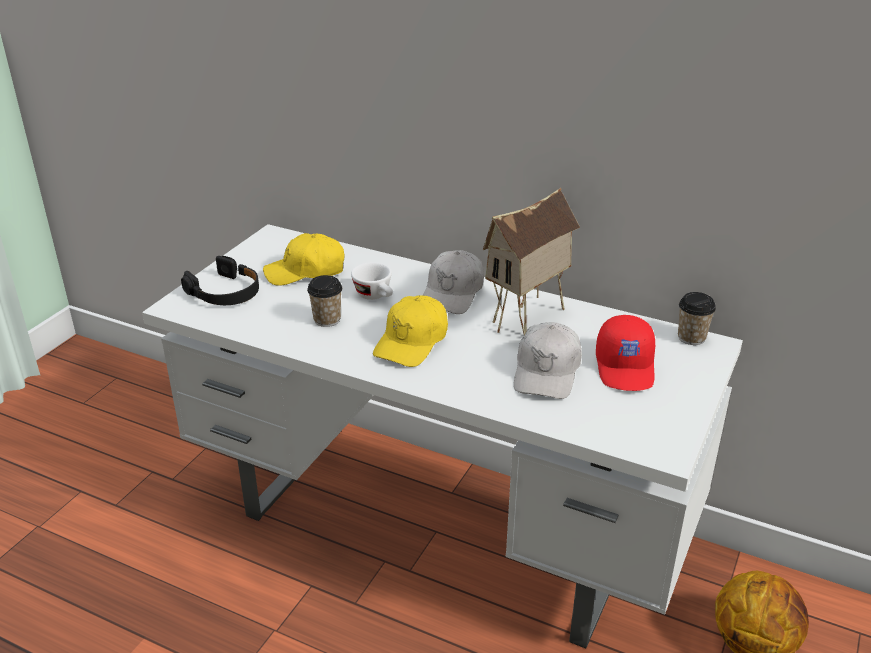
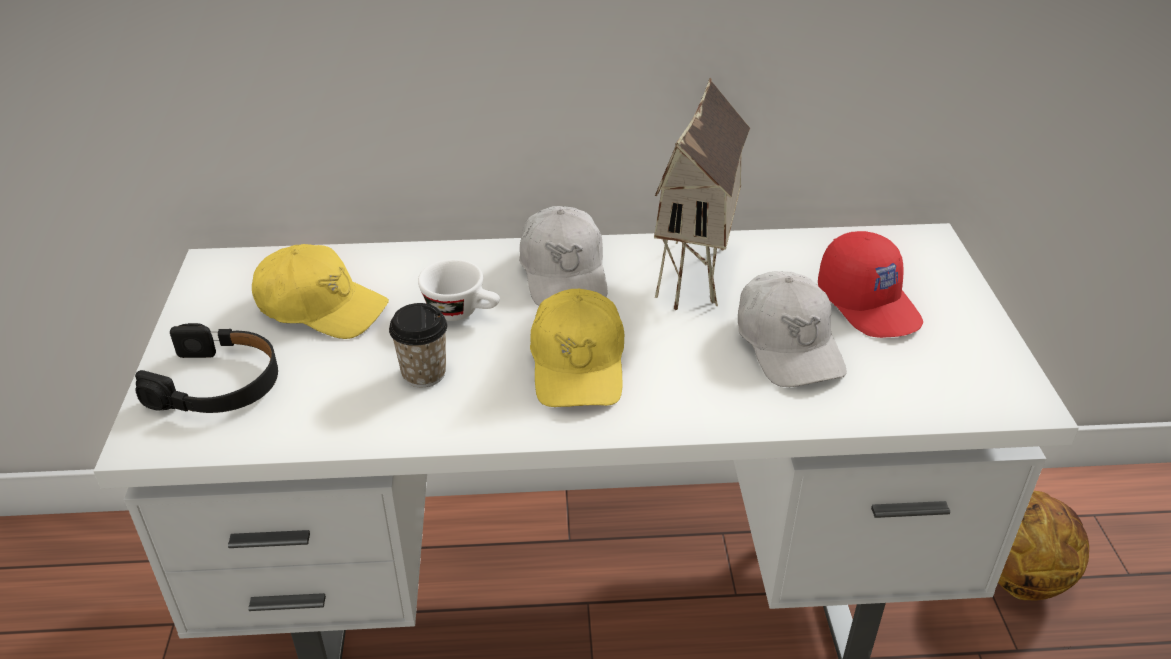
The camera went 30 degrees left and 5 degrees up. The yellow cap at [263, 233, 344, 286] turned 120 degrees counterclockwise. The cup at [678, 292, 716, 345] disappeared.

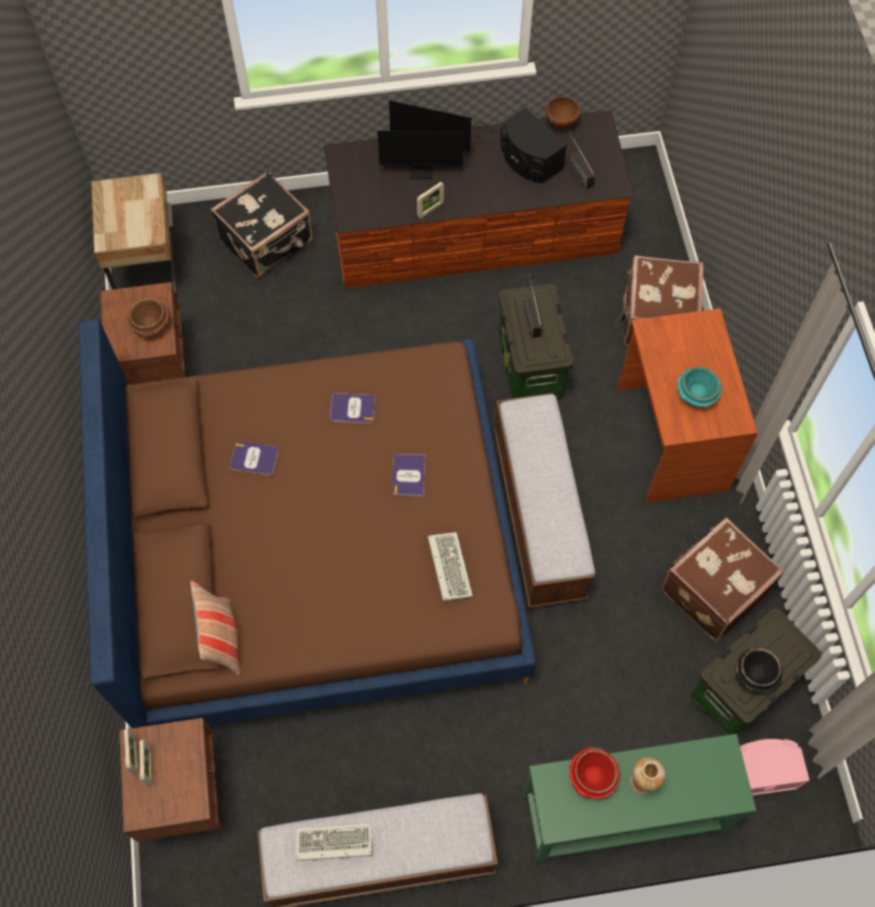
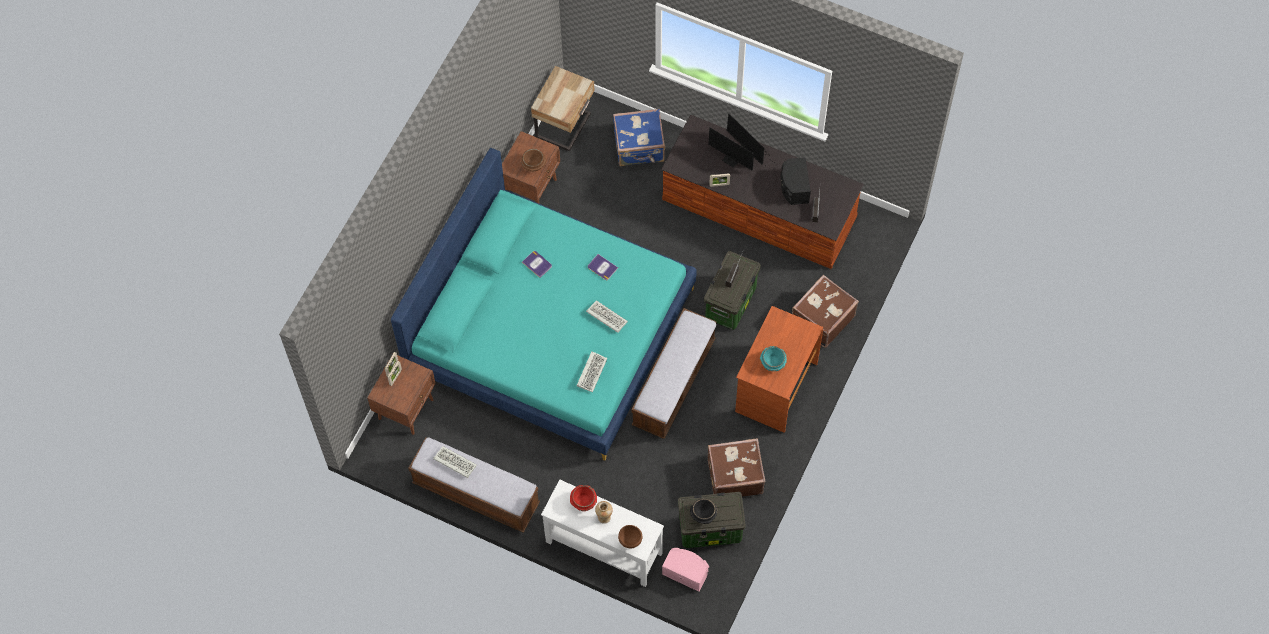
The camera went 35 degrees right and 0 degrees up. The brown bowl moved from [546, 97, 580, 129] to [618, 525, 642, 548]. The black suitcase at [211, 171, 313, 278] became the blue suitcase at [613, 109, 665, 166]. The brown bed at [78, 318, 536, 728] became the turquoise bed at [391, 148, 697, 461]. The book at [392, 454, 425, 496] was replaced by the keyboard at [586, 300, 628, 333]. The pillow at [190, 580, 240, 676] disappeared. The green console table at [522, 734, 756, 865] became the white console table at [541, 479, 664, 587].

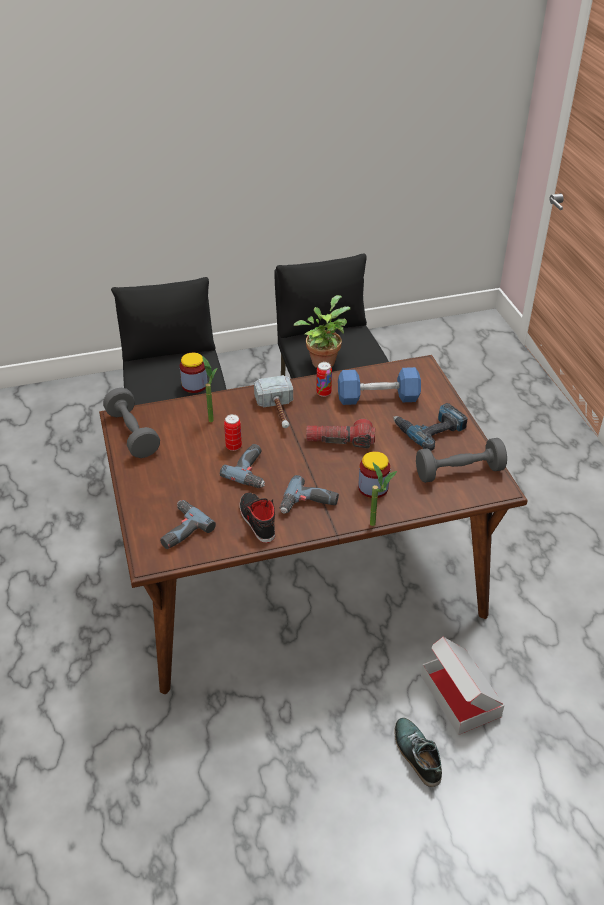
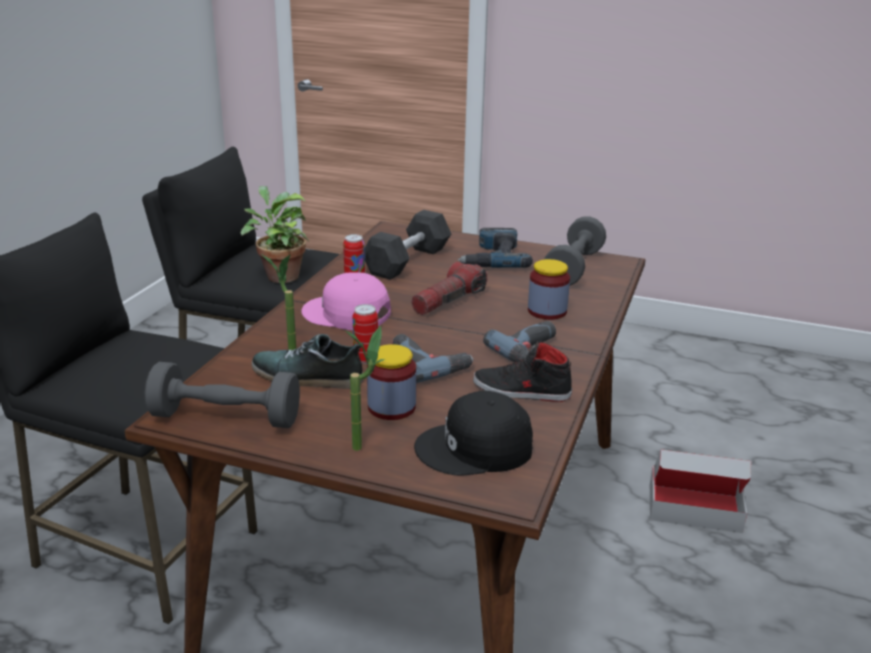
The camera went 55 degrees left and 15 degrees down. The jar moved from [180, 353, 208, 393] to [367, 344, 416, 420]. The blue dumbbell at [338, 367, 421, 405] became the black dumbbell at [365, 210, 451, 280]. The hammer at [254, 375, 293, 428] was replaced by the pink cap at [301, 272, 391, 330]. The potted plant moved from [370, 463, 397, 526] to [345, 326, 385, 451]. The power drill at [160, 500, 216, 549] was replaced by the black cap at [414, 391, 533, 476]. The shoe moved from [395, 718, 442, 787] to [252, 334, 364, 389].

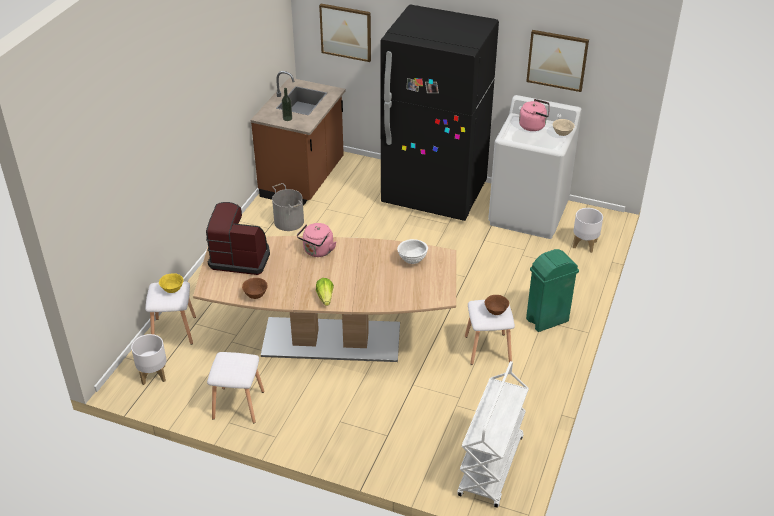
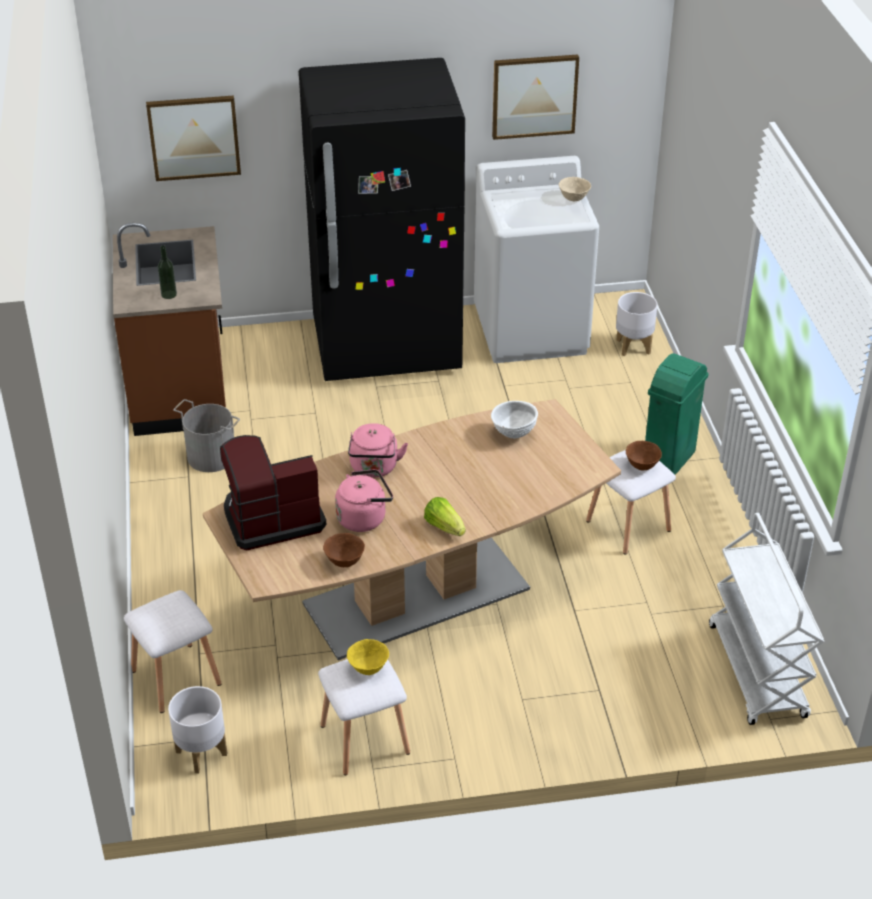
The camera went 30 degrees left and 0 degrees up. The pink kettle moved from [519, 99, 550, 131] to [335, 469, 393, 532]. The yellow bowl moved from [159, 274, 184, 293] to [347, 639, 389, 675].

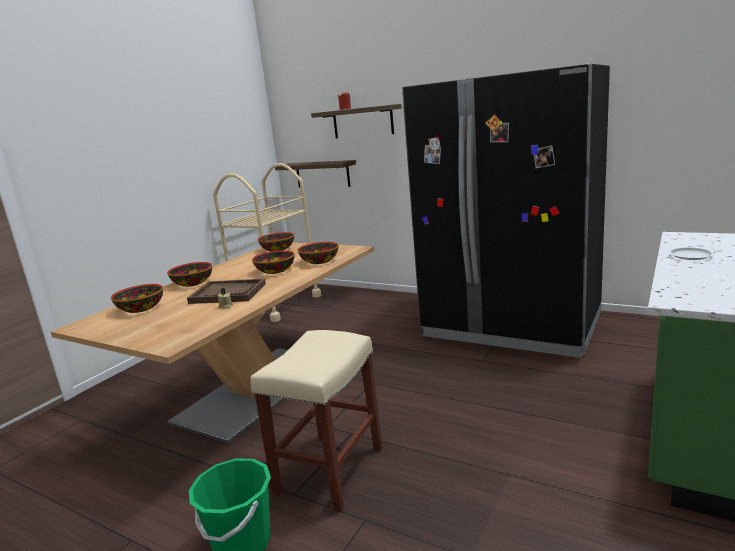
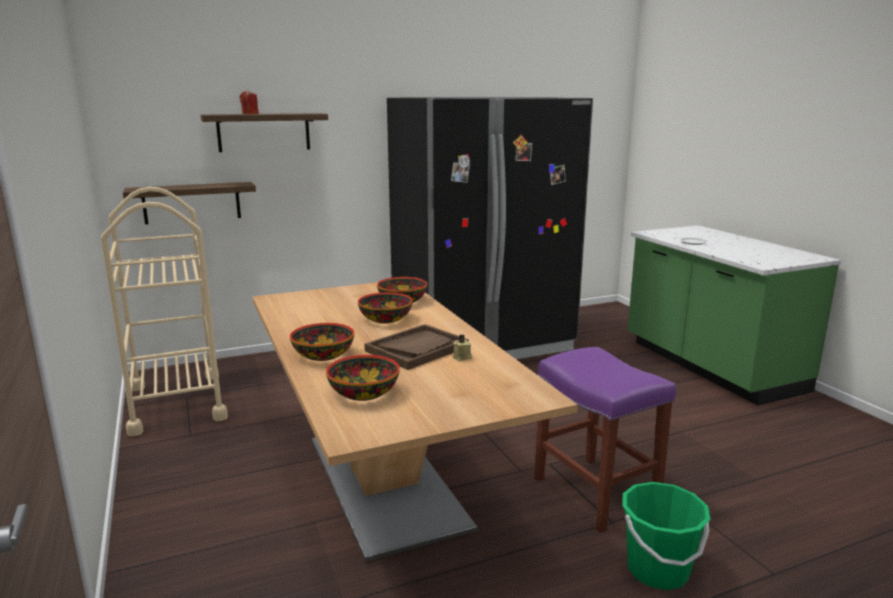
The camera went 55 degrees left and 0 degrees up. The bowl at [258, 232, 294, 252] disappeared. The beige stool at [250, 330, 383, 512] became the purple stool at [534, 347, 676, 533].

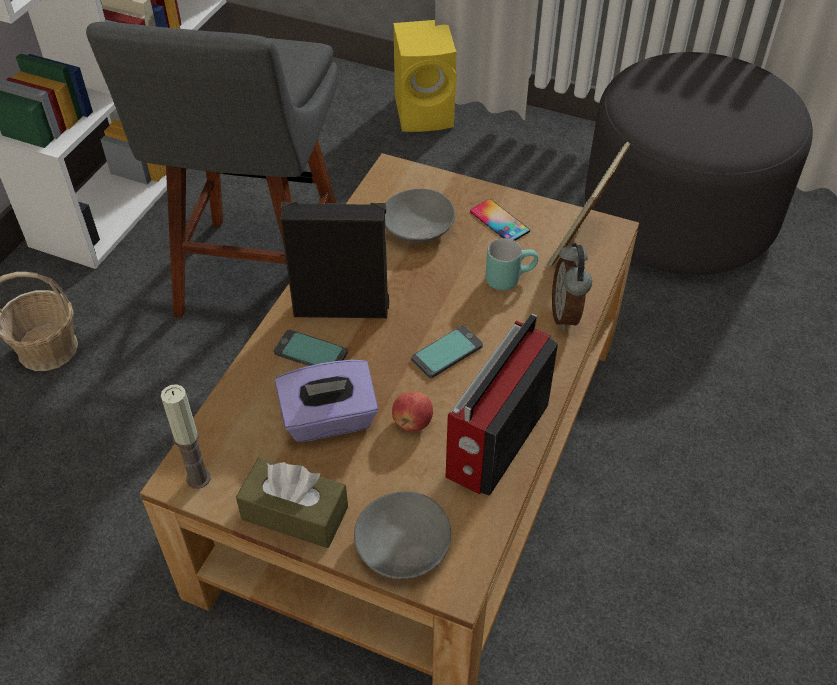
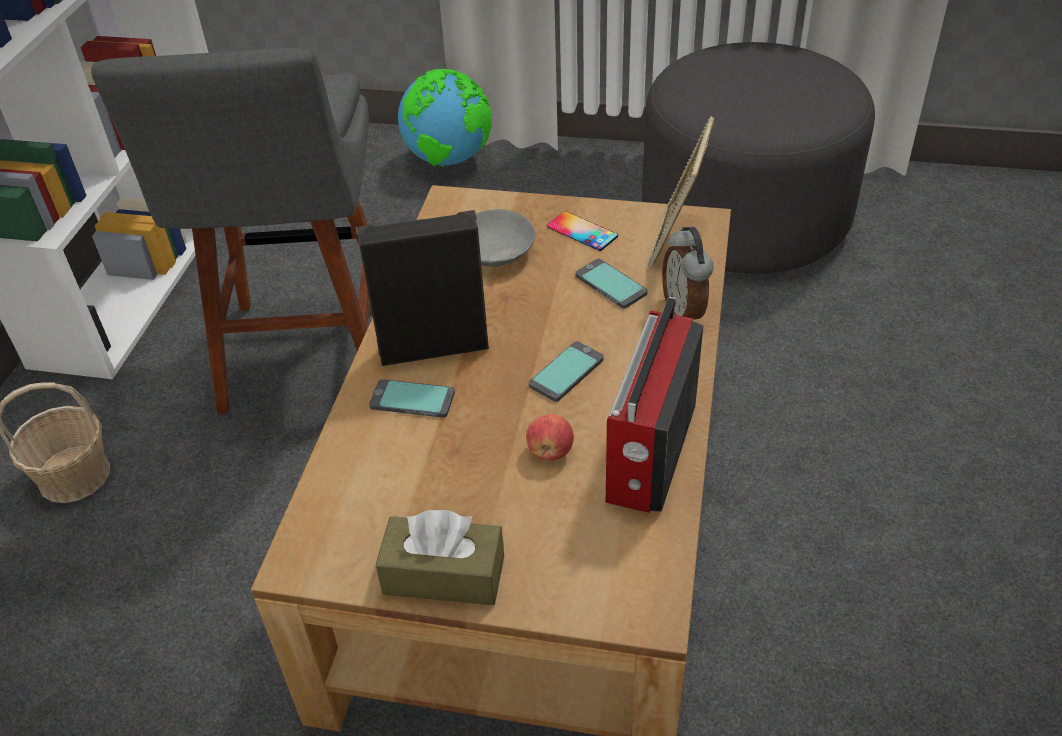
The camera went 10 degrees left and 5 degrees down. The yellow speaker at [393, 20, 457, 132] was replaced by the globe at [398, 69, 492, 167]. The turquoise mug at [486, 238, 538, 290] was replaced by the phone at [575, 259, 648, 309]. The purple tissue box at [275, 360, 378, 442] disappeared. The candle at [161, 384, 211, 489] disappeared. The grey bowl at [354, 491, 451, 579] disappeared.

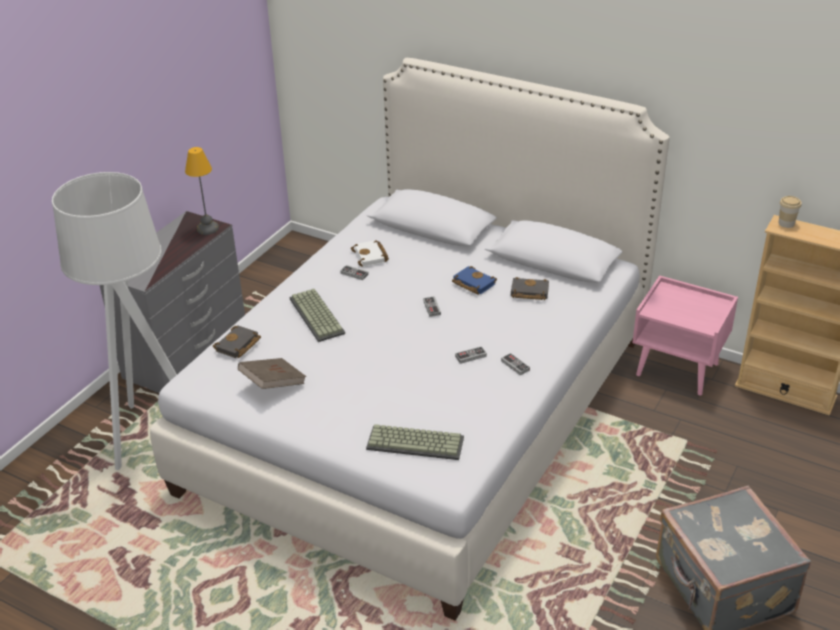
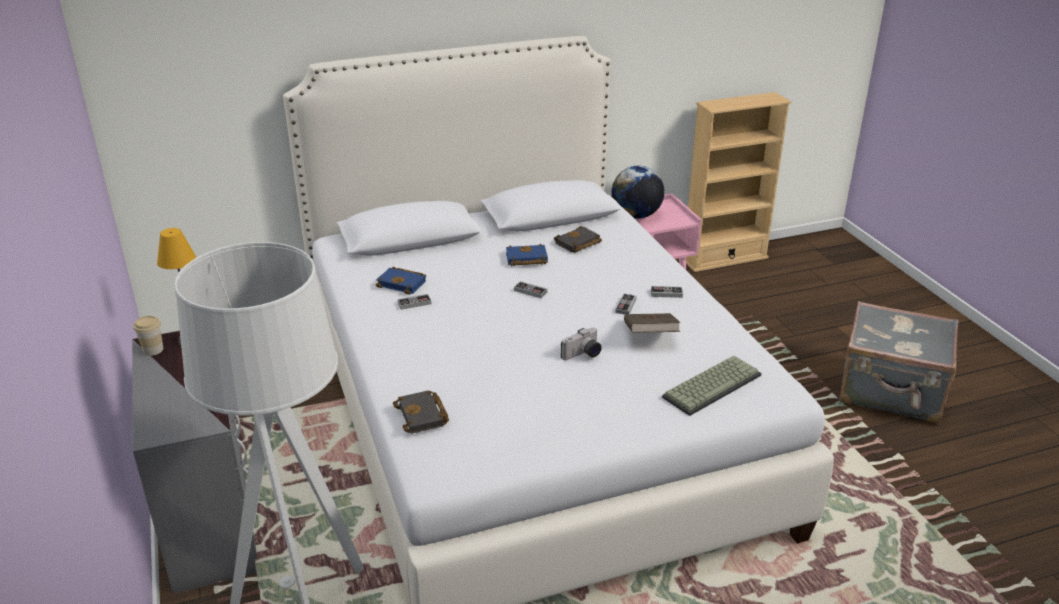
The camera went 50 degrees left and 5 degrees down. The cup moved from [778, 196, 802, 228] to [133, 316, 163, 356]. The white book at [351, 240, 389, 267] became the blue book at [376, 267, 426, 295]. The keyboard at [289, 289, 345, 342] disappeared. The brown book moved from [238, 358, 306, 389] to [624, 313, 680, 333]. The globe at [612, 166, 664, 219] appeared. The photo camera at [561, 328, 602, 360] appeared.

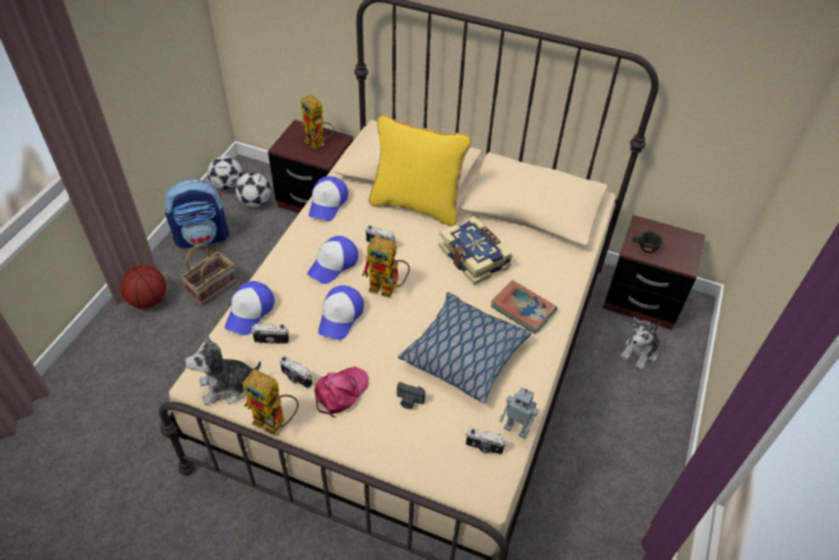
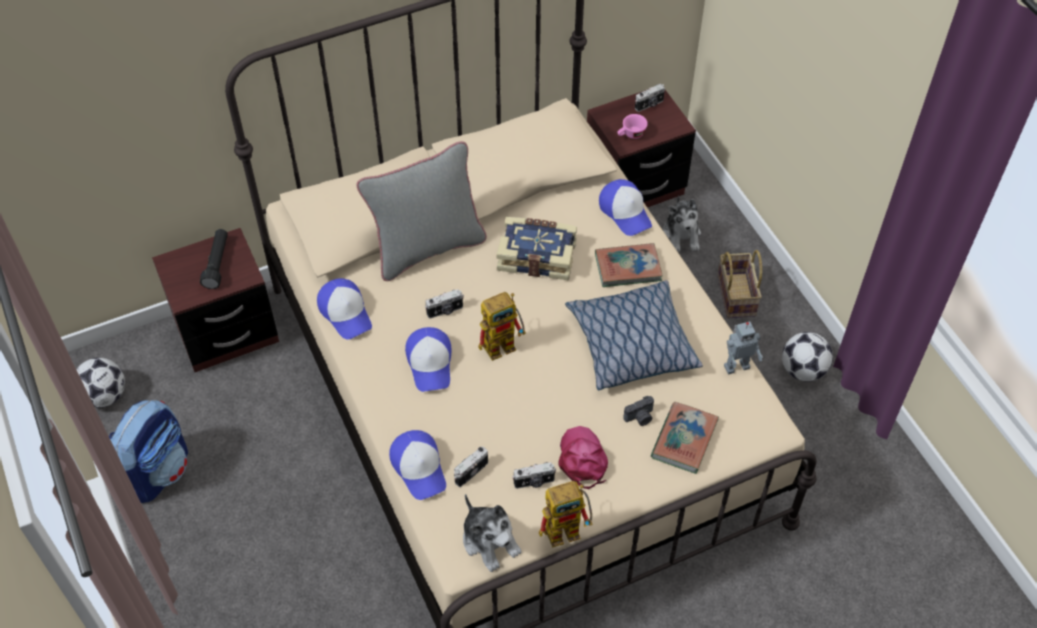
The camera went 45 degrees left and 5 degrees up. The toy robot at [301, 95, 334, 149] was replaced by the black flashlight at [200, 229, 228, 289]. The yellow pillow at [369, 114, 472, 226] became the grey pillow at [356, 141, 487, 281]. The football moved from [235, 172, 271, 207] to [782, 332, 833, 382]. The black cup at [632, 232, 662, 253] became the pink cup at [617, 114, 648, 139]. The basket moved from [181, 244, 237, 306] to [717, 250, 762, 318]. The basketball at [120, 265, 166, 309] disappeared. The cap moved from [318, 285, 364, 340] to [599, 179, 652, 236]. The plush toy at [185, 334, 261, 405] turned 60 degrees counterclockwise. The photo camera moved from [466, 428, 506, 455] to [635, 84, 665, 112]. The book at [651, 402, 719, 474] appeared.

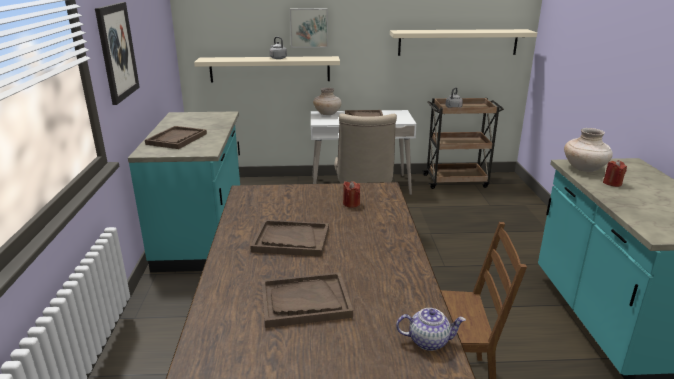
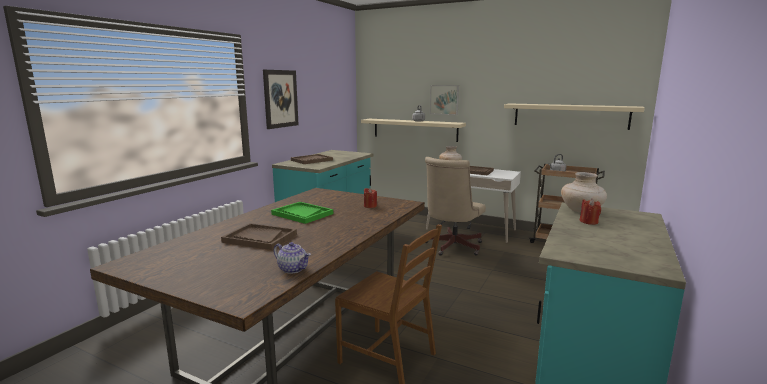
The camera went 30 degrees right and 10 degrees down. The brown tray at [250, 220, 329, 257] became the green tray at [271, 202, 333, 224].

